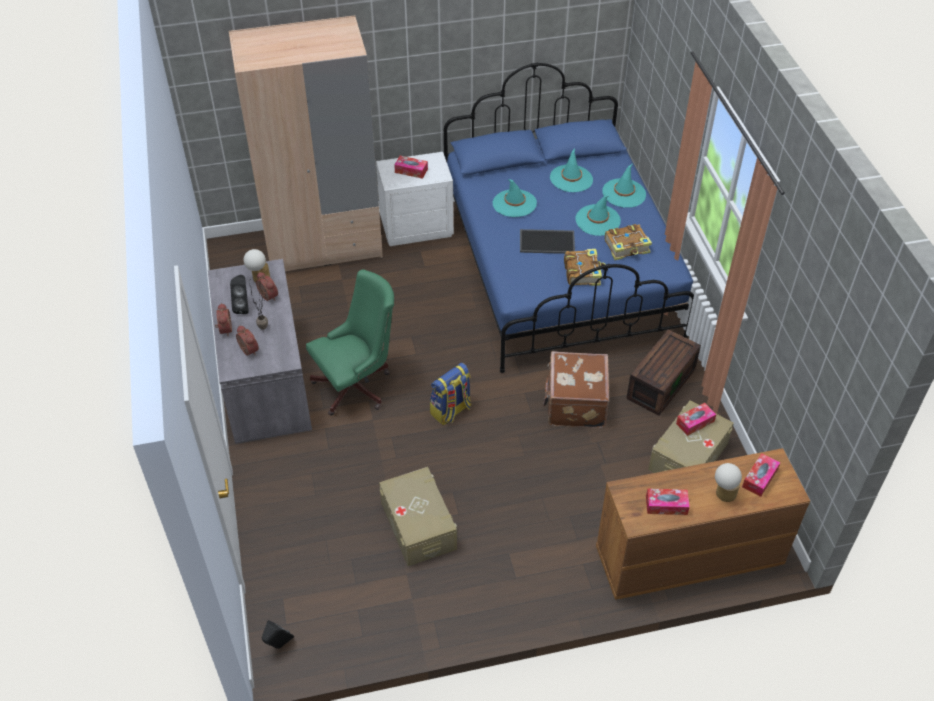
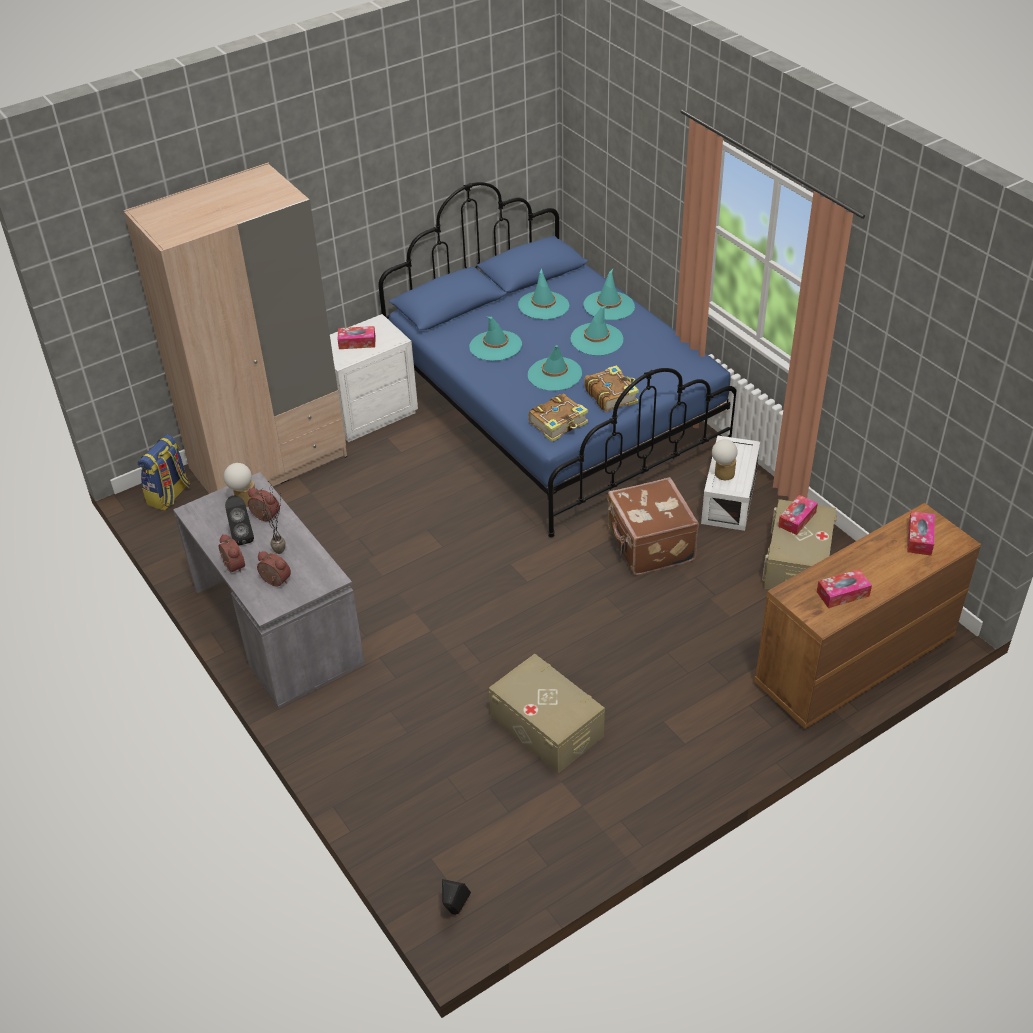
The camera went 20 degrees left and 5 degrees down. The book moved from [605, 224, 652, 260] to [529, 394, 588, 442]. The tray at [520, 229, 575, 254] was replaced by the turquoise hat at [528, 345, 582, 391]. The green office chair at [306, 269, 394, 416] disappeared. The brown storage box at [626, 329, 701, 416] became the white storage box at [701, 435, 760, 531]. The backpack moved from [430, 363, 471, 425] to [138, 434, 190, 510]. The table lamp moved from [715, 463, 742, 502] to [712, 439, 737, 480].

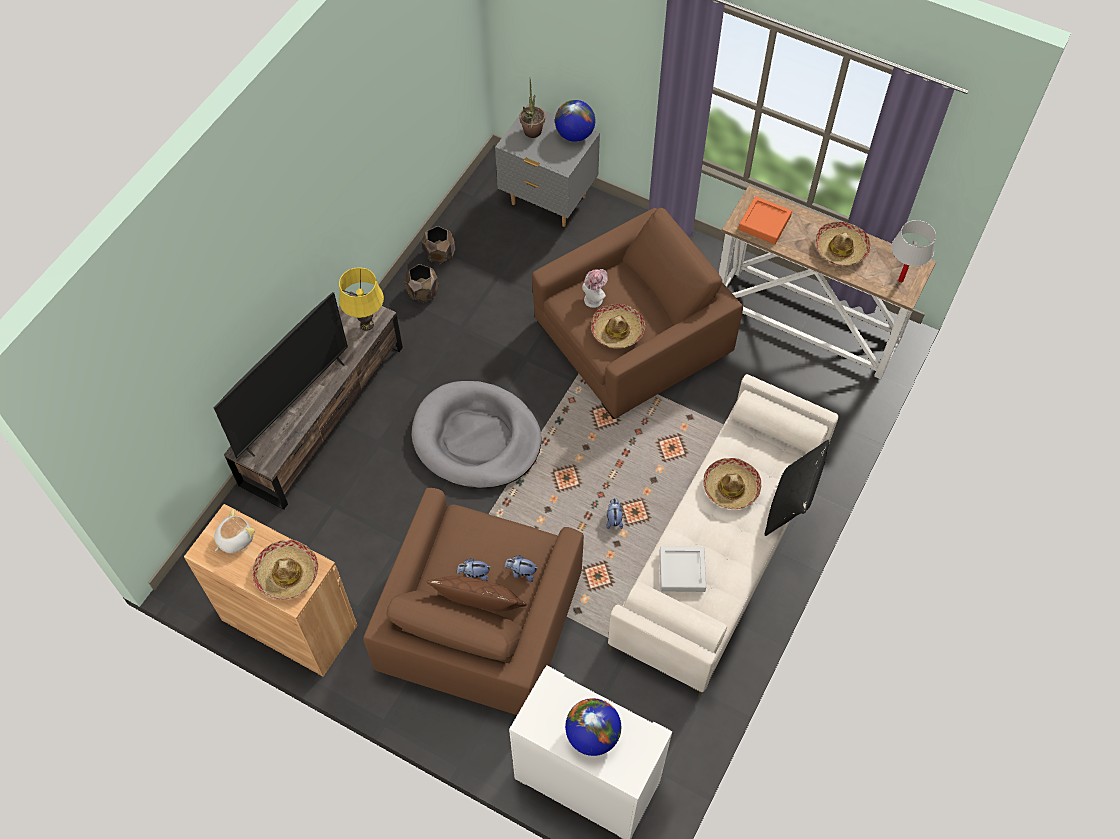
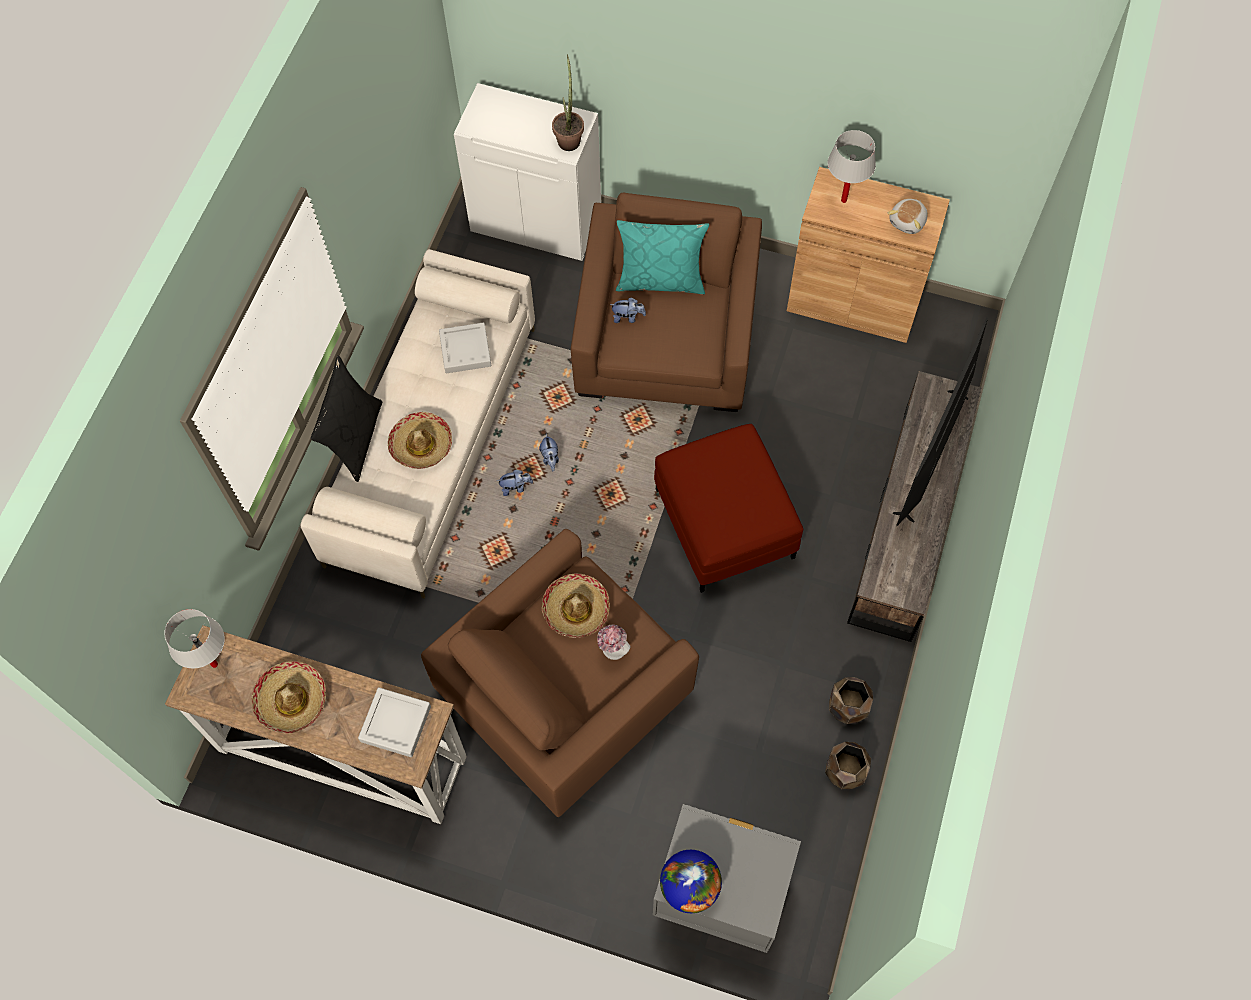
The camera went 170 degrees right and 5 degrees up. The potted plant moved from [520, 79, 545, 138] to [552, 54, 584, 151]. The orange tray at [738, 196, 792, 244] became the grey tray at [358, 687, 431, 757]. The yellow table lamp at [339, 267, 384, 331] disappeared. The grey dog bed at [411, 381, 541, 489] was replaced by the red ottoman at [654, 424, 803, 593]. The hat at [252, 540, 318, 600] was replaced by the white table lamp at [828, 130, 876, 203]. The plush toy moved from [457, 558, 491, 581] to [497, 470, 533, 496]. The brown pillow at [426, 576, 527, 611] became the turquoise pillow at [616, 220, 709, 294]. The globe at [565, 698, 621, 756] disappeared.

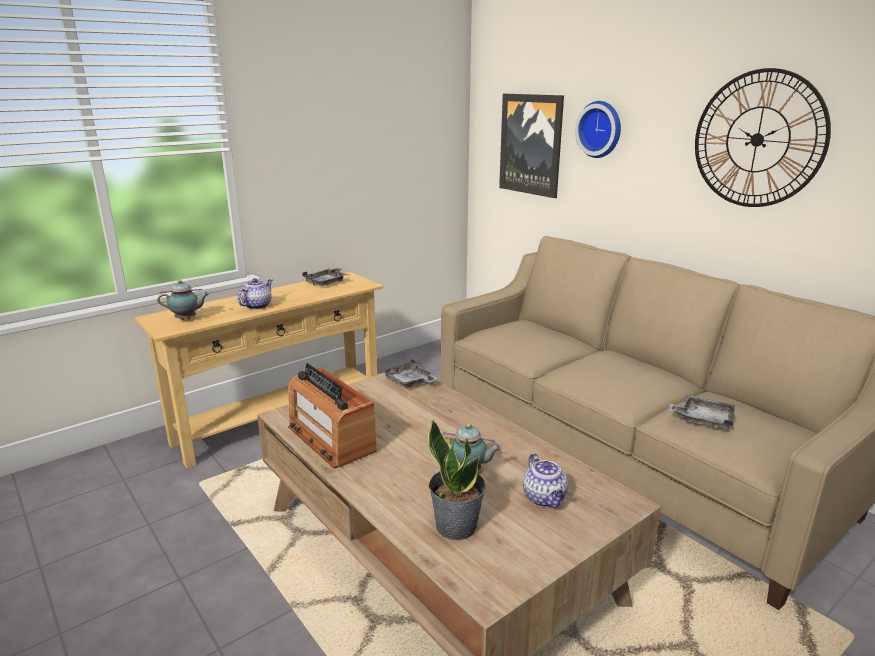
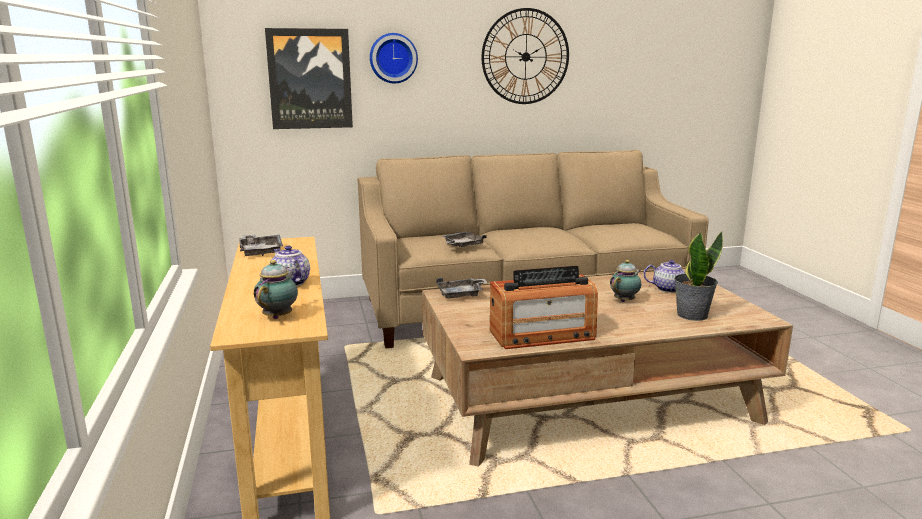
The camera went 65 degrees left and 5 degrees down. The grey tray moved from [668, 395, 735, 430] to [442, 232, 486, 247].

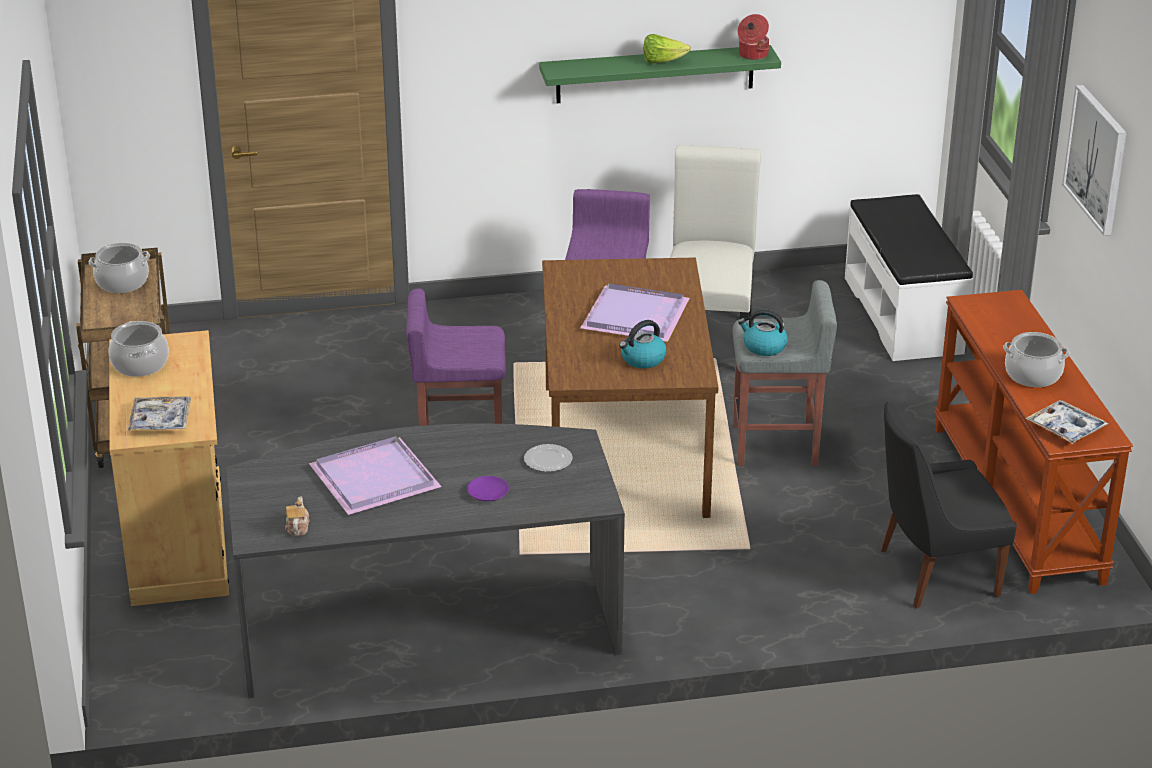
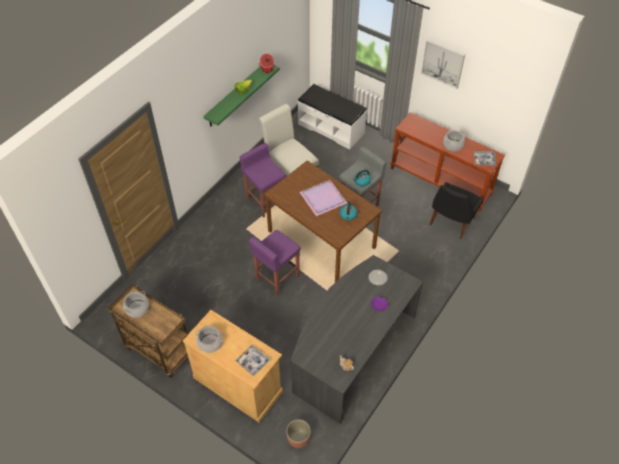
The camera went 45 degrees left and 20 degrees up. The purple tray at [309, 436, 442, 515] disappeared. The planter at [286, 419, 311, 448] appeared.

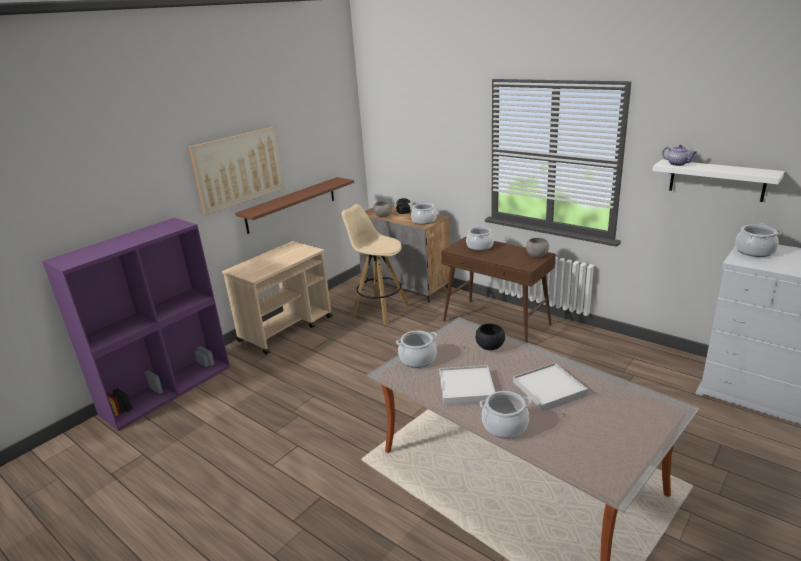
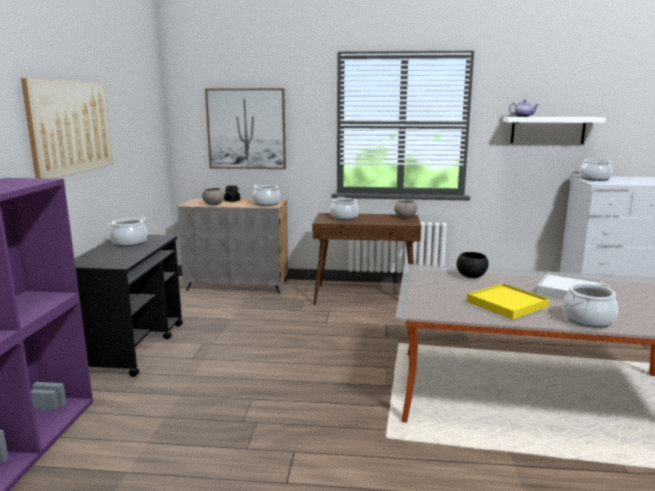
The camera went 35 degrees left and 10 degrees down. The brown shelf at [235, 177, 354, 234] disappeared. The beige stool at [342, 204, 410, 325] disappeared. The beige cart at [222, 241, 332, 355] became the black cart at [74, 235, 183, 377]. The cooking pot moved from [396, 331, 437, 368] to [109, 217, 148, 247]. The white tray at [439, 365, 495, 405] became the yellow tray at [467, 283, 549, 320]. The picture at [205, 88, 286, 169] appeared.

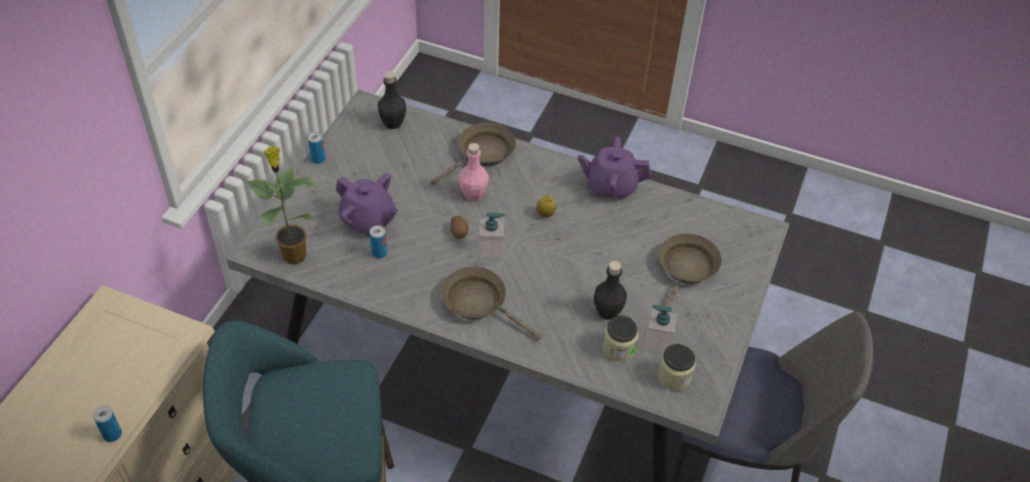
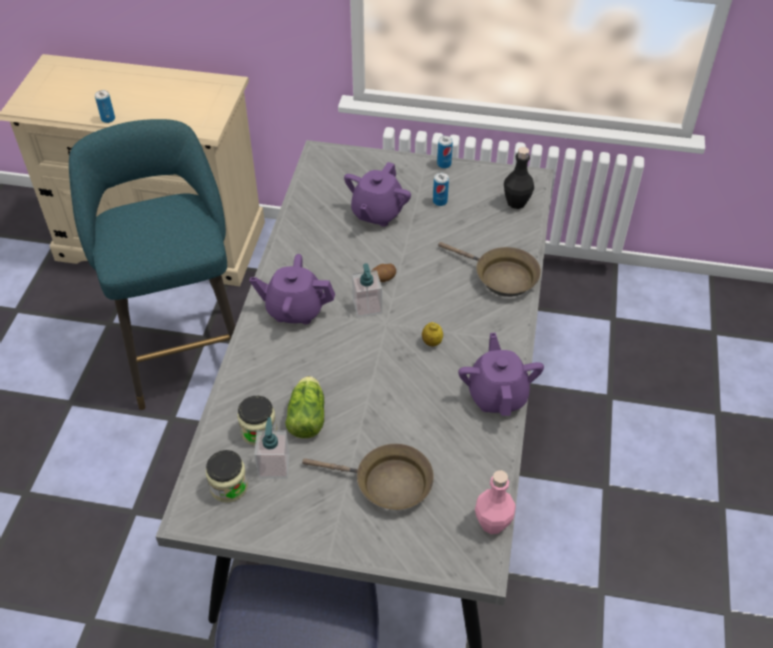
The camera went 80 degrees right and 0 degrees up. The pink bottle moved from [458, 143, 489, 201] to [475, 470, 516, 534]. The potted plant at [246, 146, 319, 264] disappeared. The can moved from [369, 225, 387, 259] to [433, 173, 449, 206]. The black bottle at [594, 261, 627, 320] was replaced by the lettuce at [285, 376, 324, 438]. The brown frying pan at [441, 267, 542, 340] was replaced by the purple teapot at [250, 254, 335, 325].

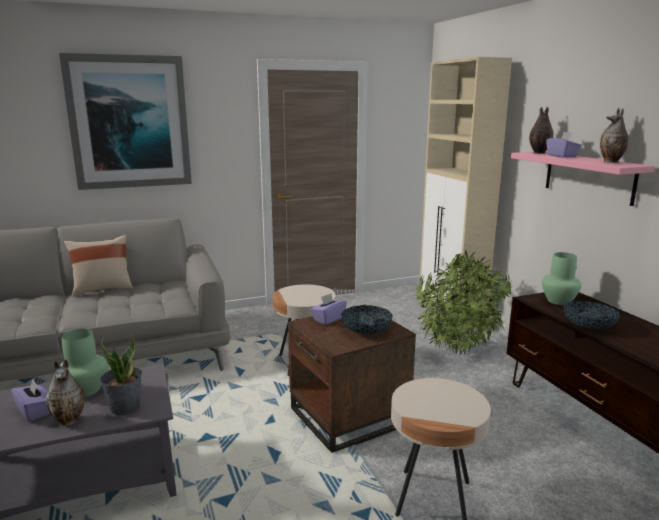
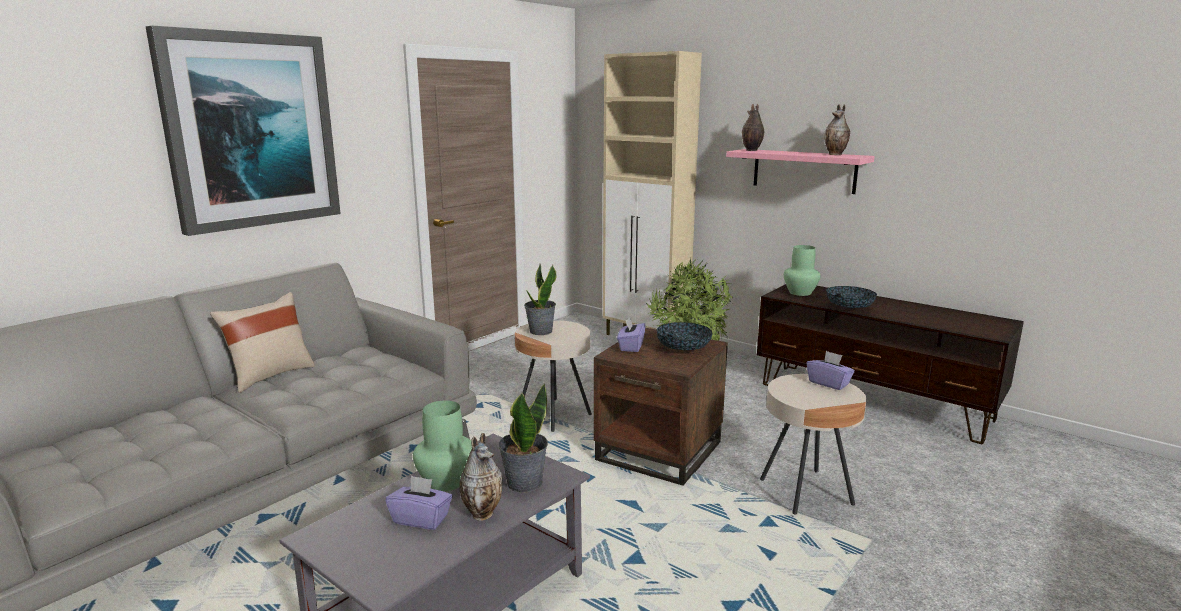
The camera went 30 degrees left and 0 degrees up. The purple tissue box moved from [546, 132, 582, 158] to [806, 351, 855, 390]. The potted plant at [524, 264, 556, 335] appeared.

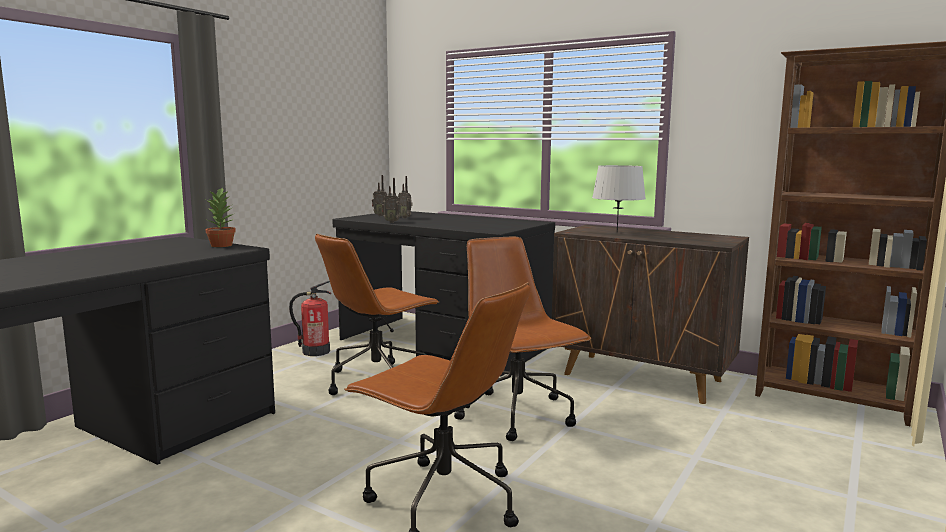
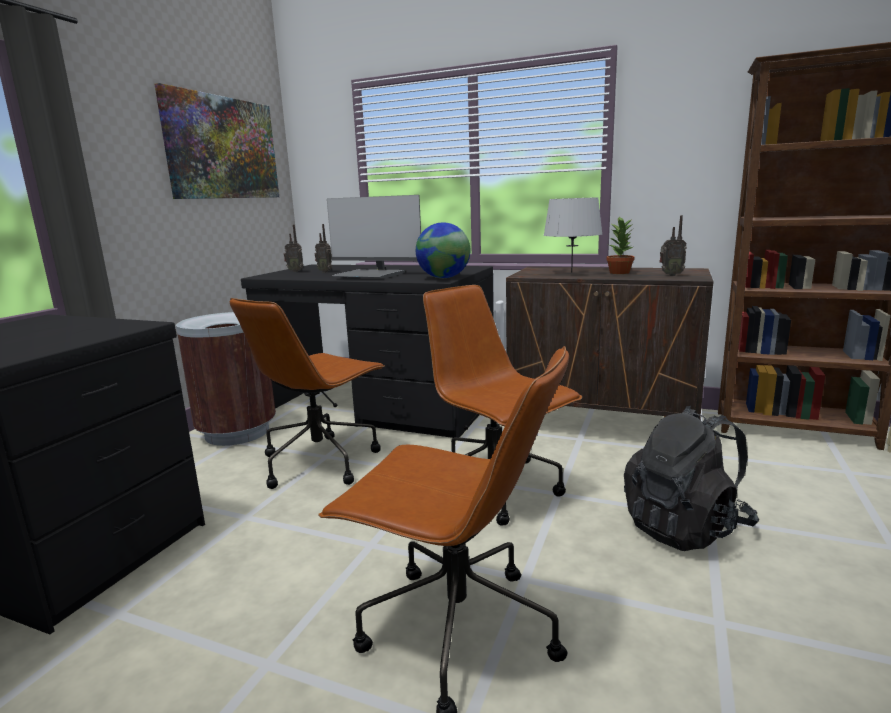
The camera went 10 degrees left and 5 degrees up. The radio moved from [382, 178, 400, 223] to [659, 215, 687, 276]. The potted plant moved from [205, 187, 236, 247] to [606, 216, 635, 274]. The fire extinguisher at [289, 281, 331, 356] was replaced by the brown trash can at [176, 312, 276, 446]. The picture at [154, 83, 279, 199] appeared. The monitor at [327, 195, 421, 278] appeared. The globe at [416, 222, 470, 278] appeared. The black backpack at [624, 406, 759, 551] appeared.

